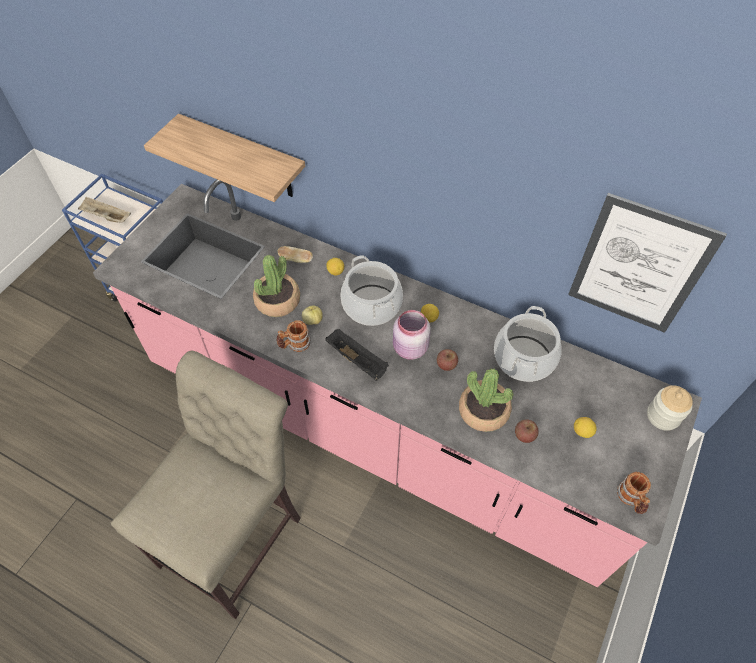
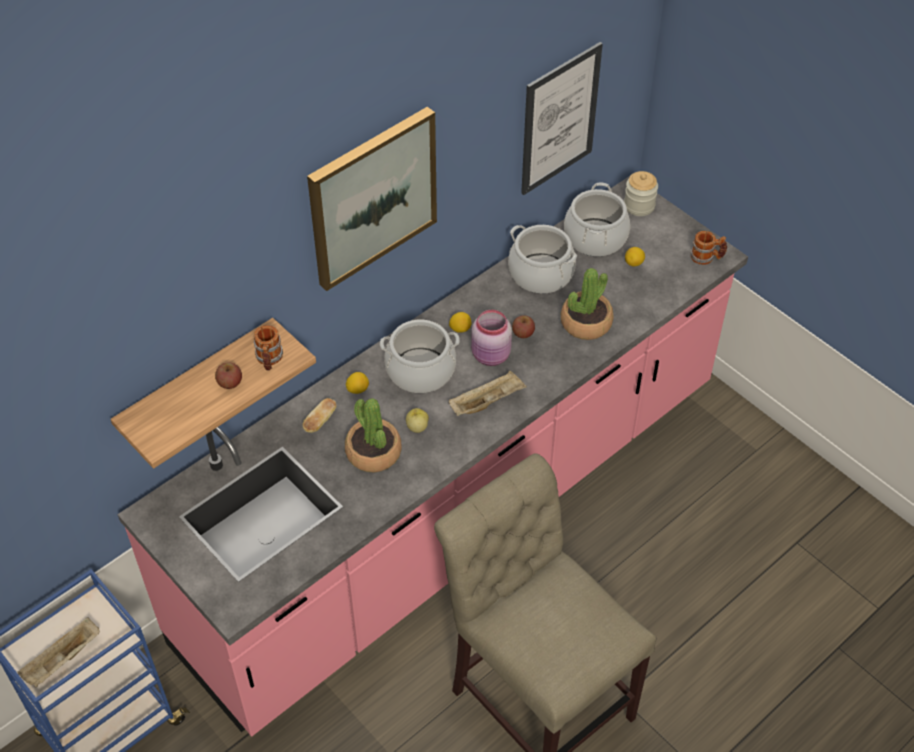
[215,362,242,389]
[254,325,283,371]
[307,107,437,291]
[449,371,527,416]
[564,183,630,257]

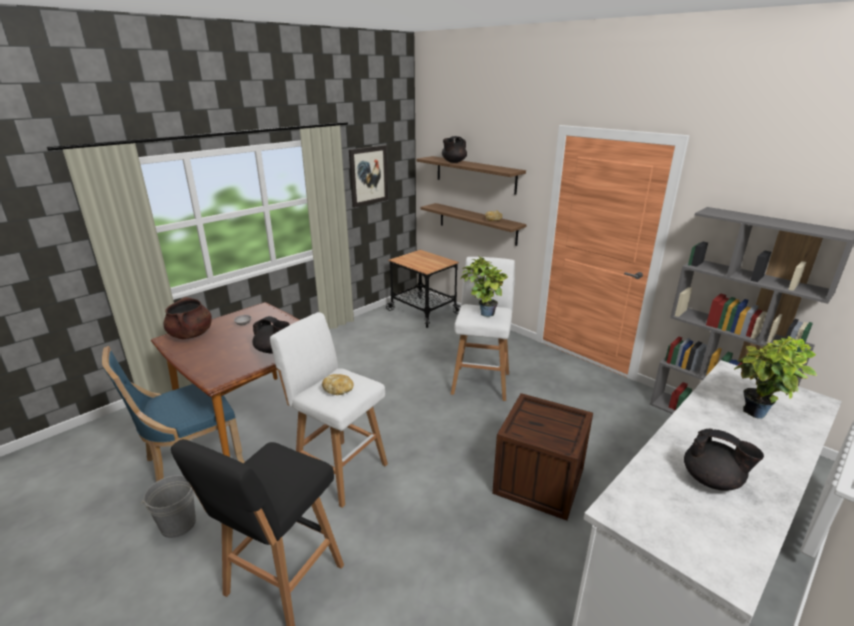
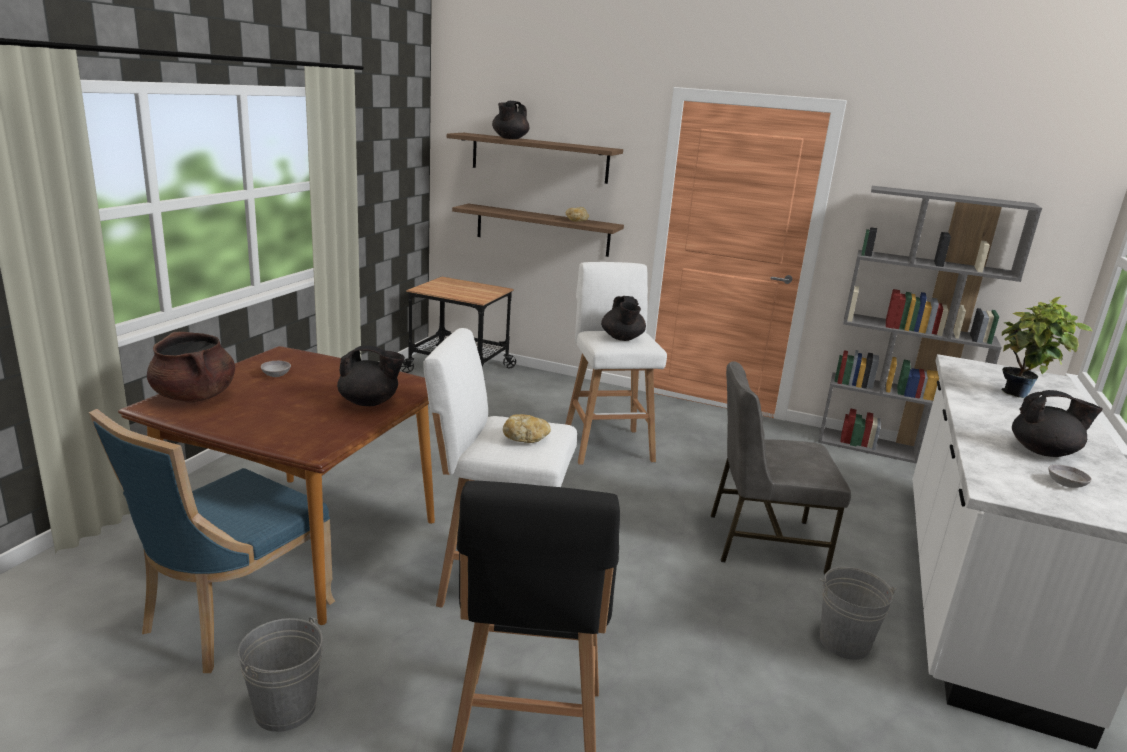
[601,296,646,341]
[711,361,851,575]
[820,567,896,660]
[1048,465,1092,488]
[349,145,388,208] (first image)

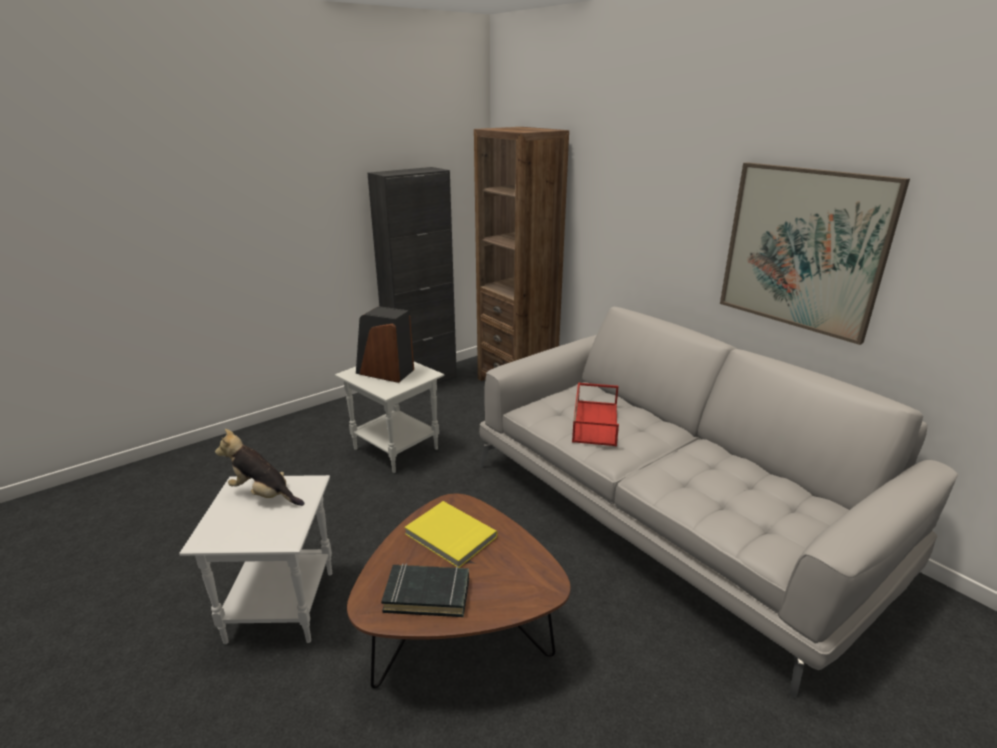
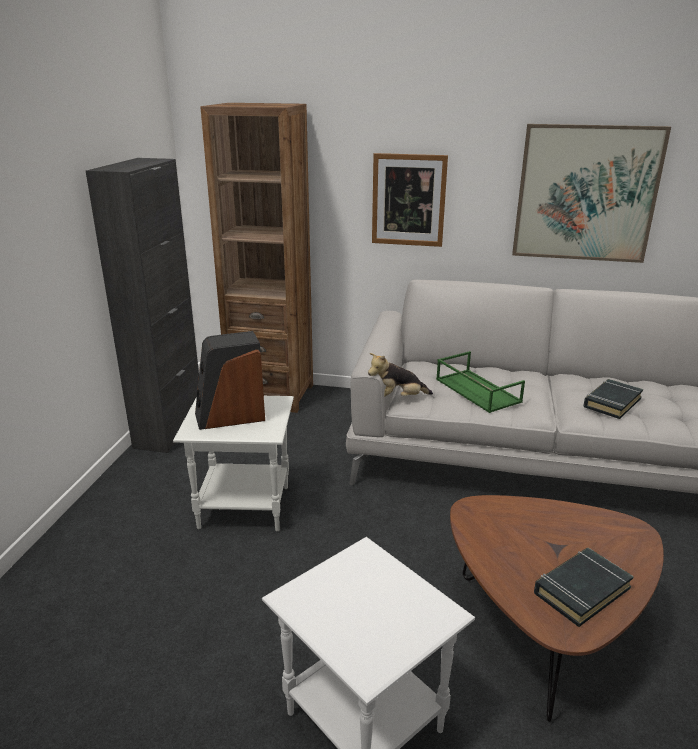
[368,353,433,397]
[372,153,448,247]
[436,351,525,413]
[583,379,643,419]
[405,501,497,568] (first image)

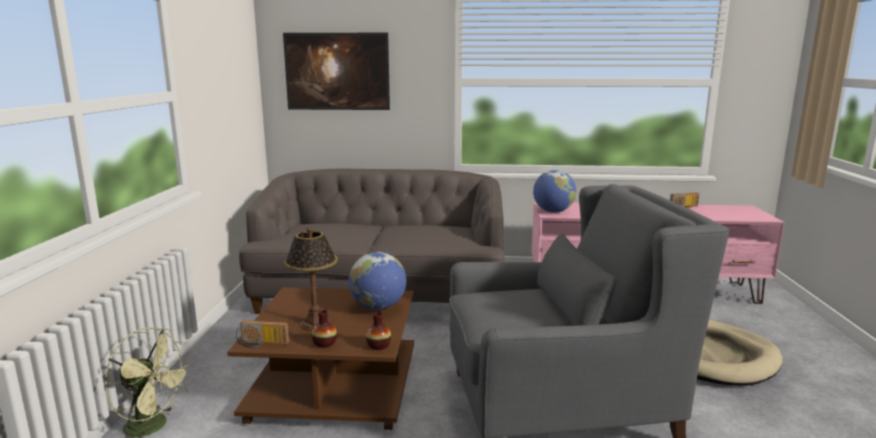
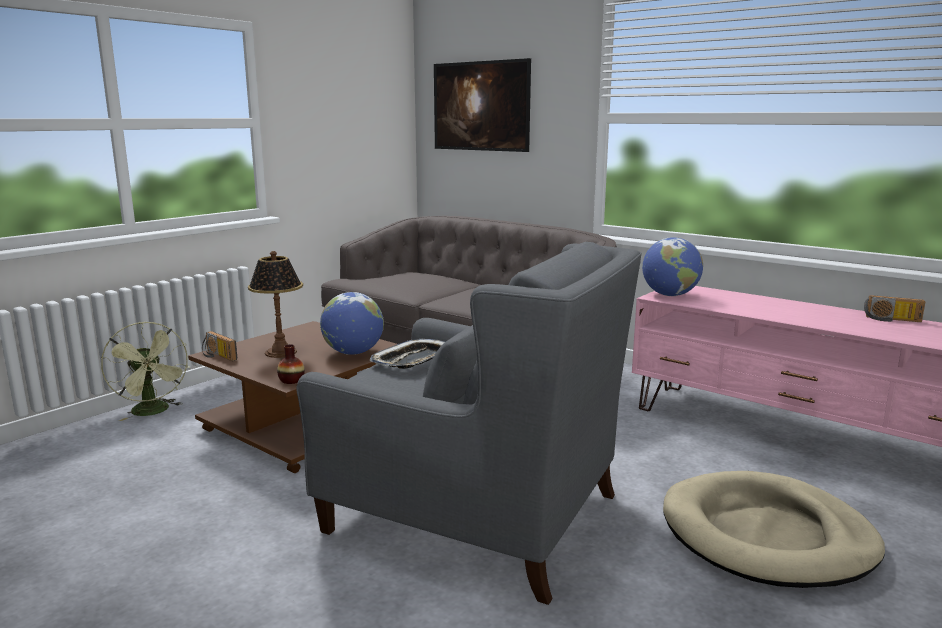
[370,339,445,369]
[311,310,337,348] (first image)

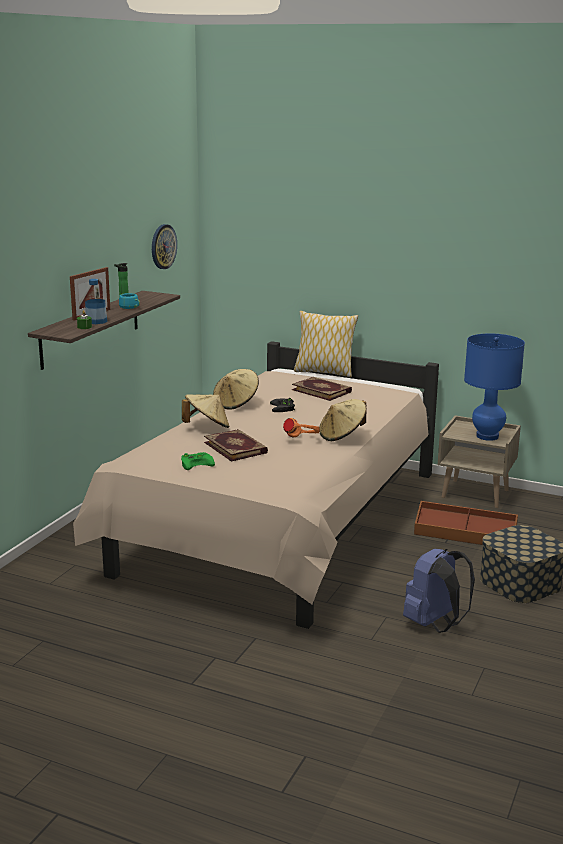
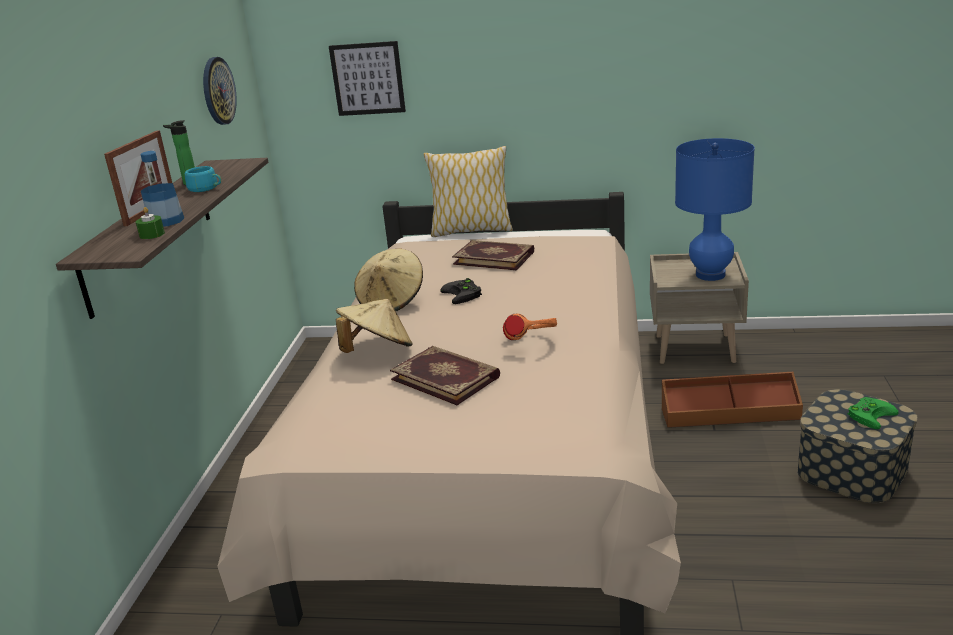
[329,41,406,116]
[847,397,899,429]
[319,399,367,441] (first image)
[403,549,475,633] (first image)

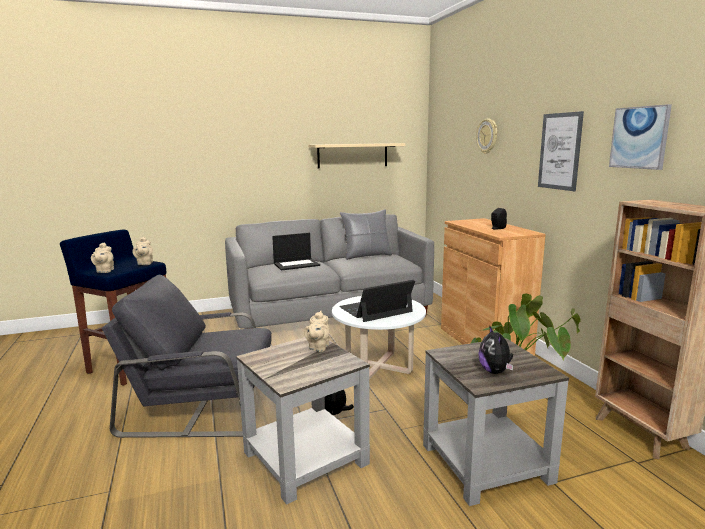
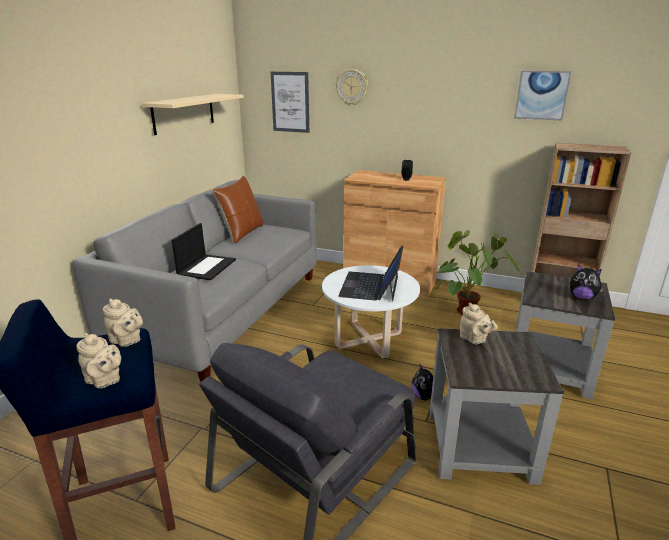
[212,176,263,244]
[271,72,309,133]

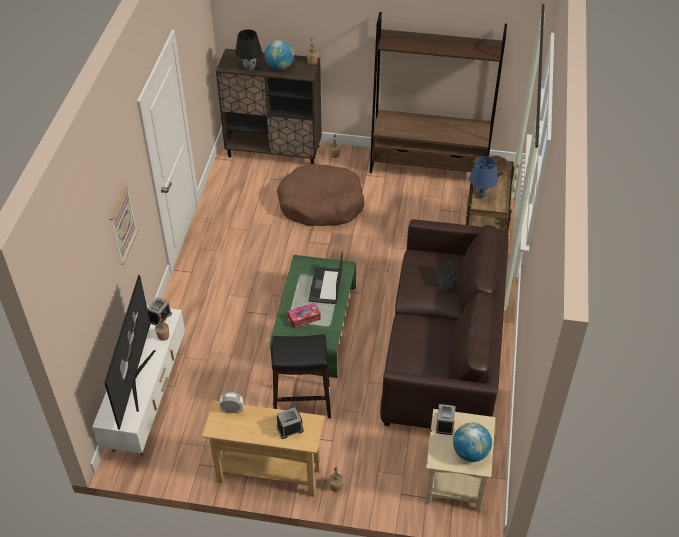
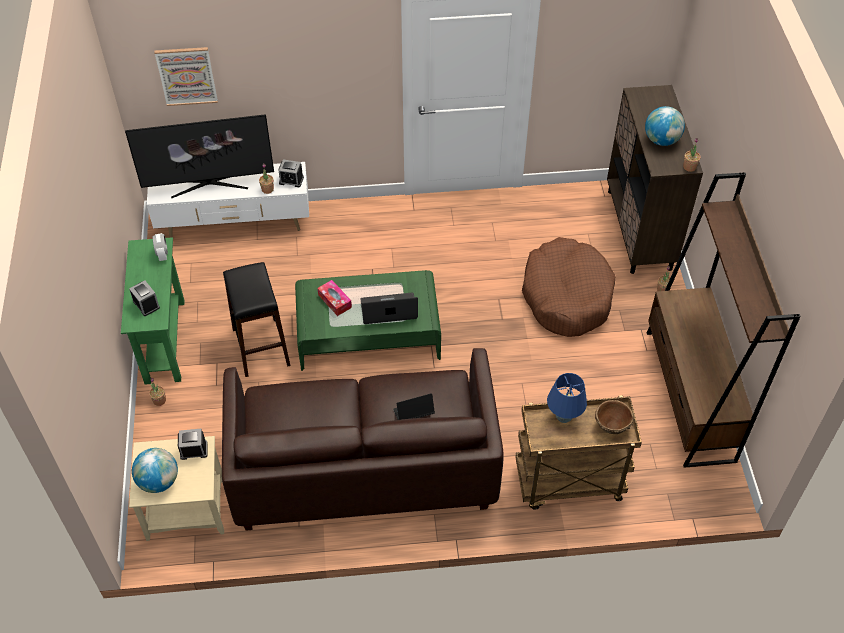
[121,237,185,385]
[154,47,218,106]
[235,29,262,71] (first image)

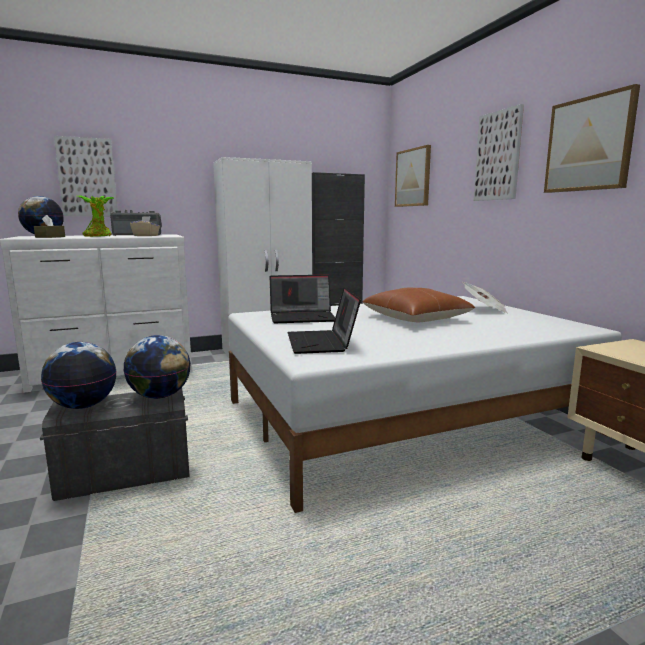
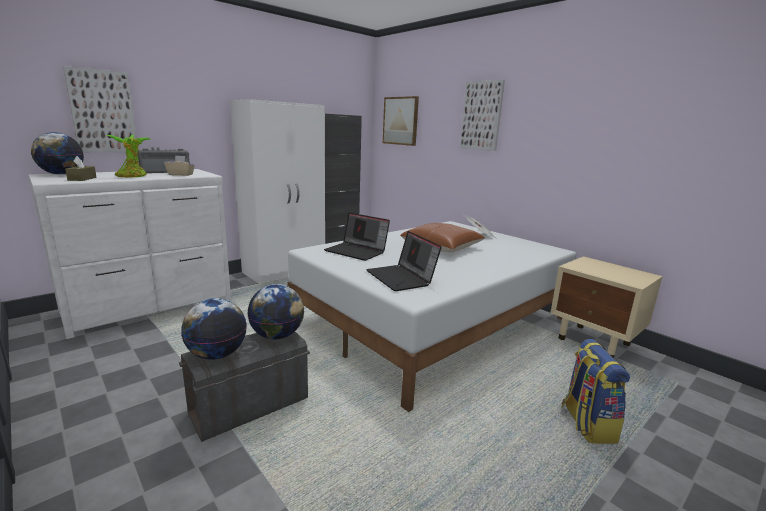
[324,213,390,261]
[561,339,630,444]
[544,84,640,193] (first image)

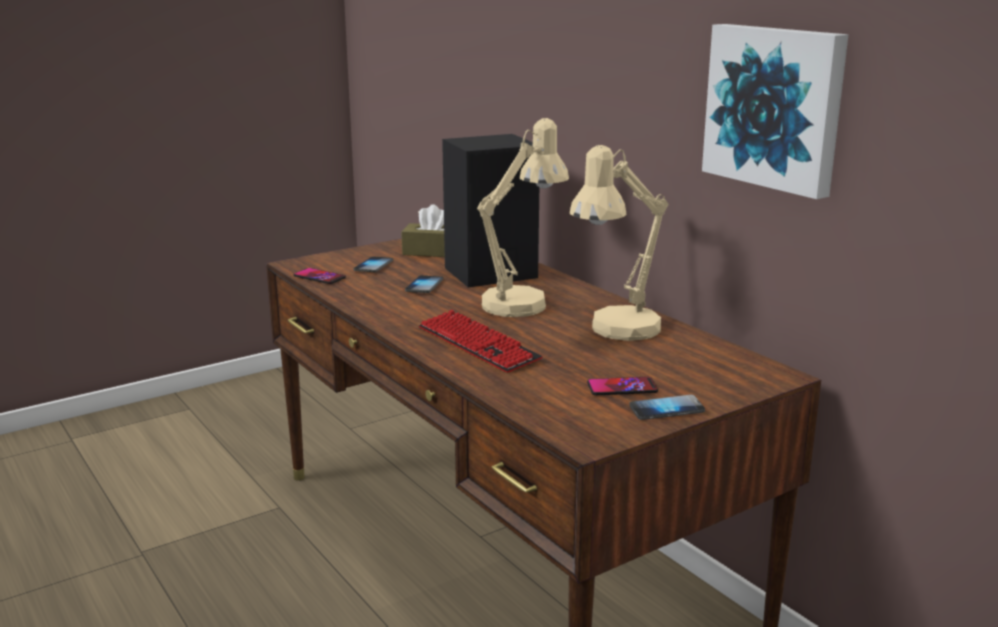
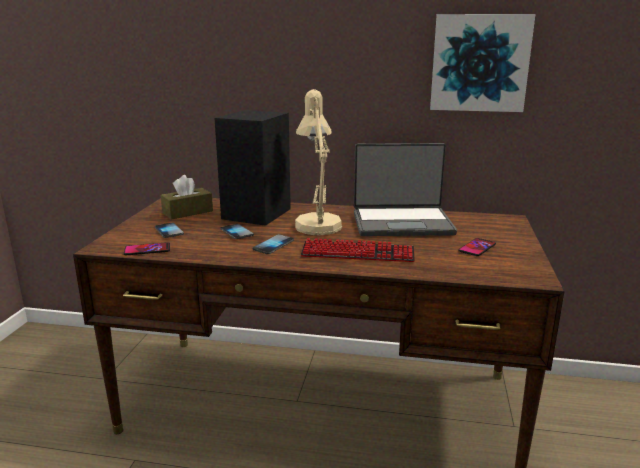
[253,234,294,254]
[354,143,457,236]

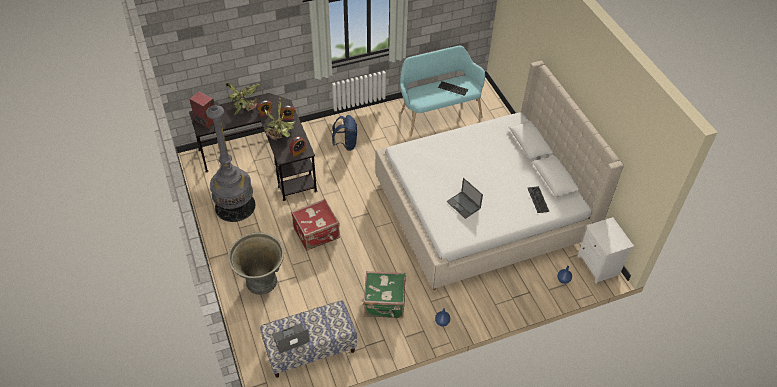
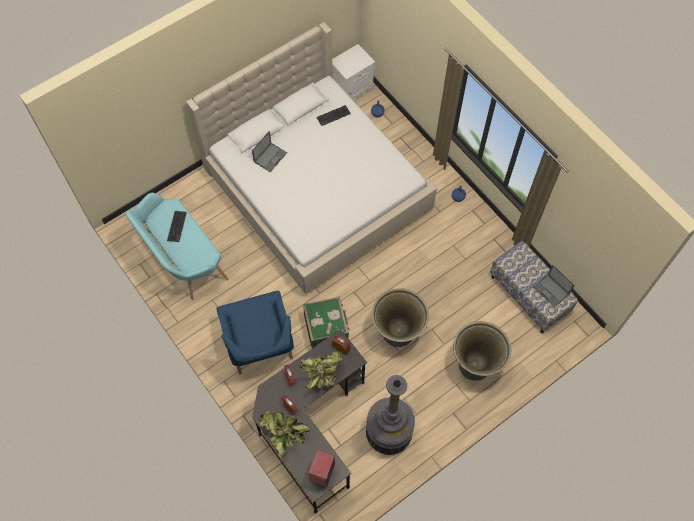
[216,291,294,374]
[252,131,287,172]
[303,297,349,348]
[372,288,429,347]

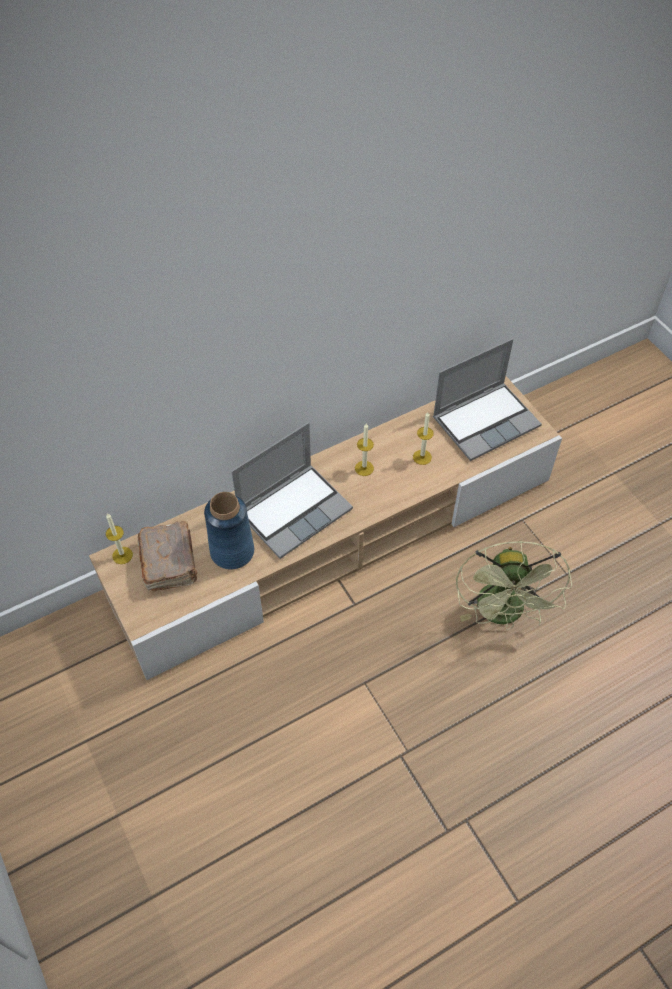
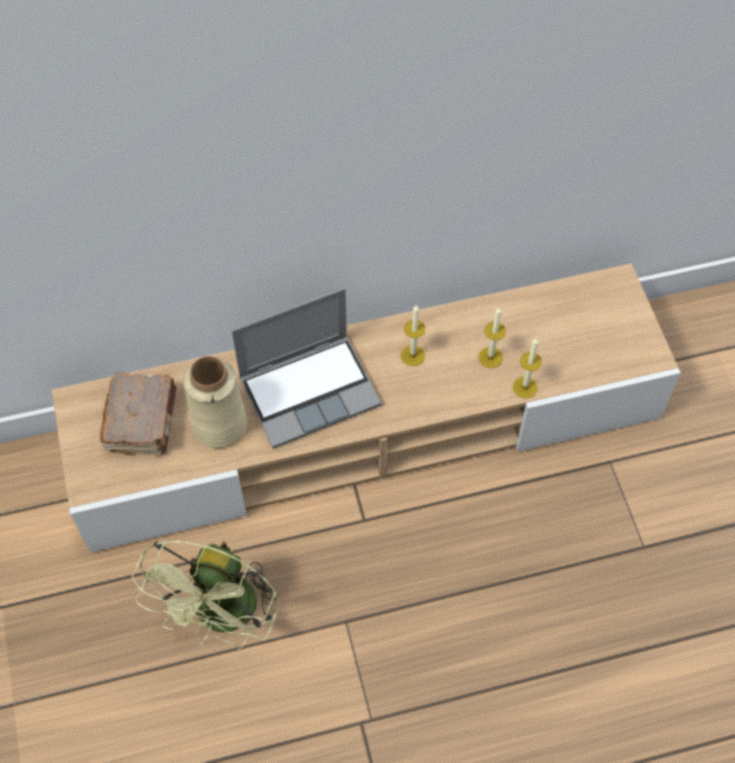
[132,541,280,650]
[183,356,247,448]
[513,339,542,398]
[433,338,542,461] (first image)

